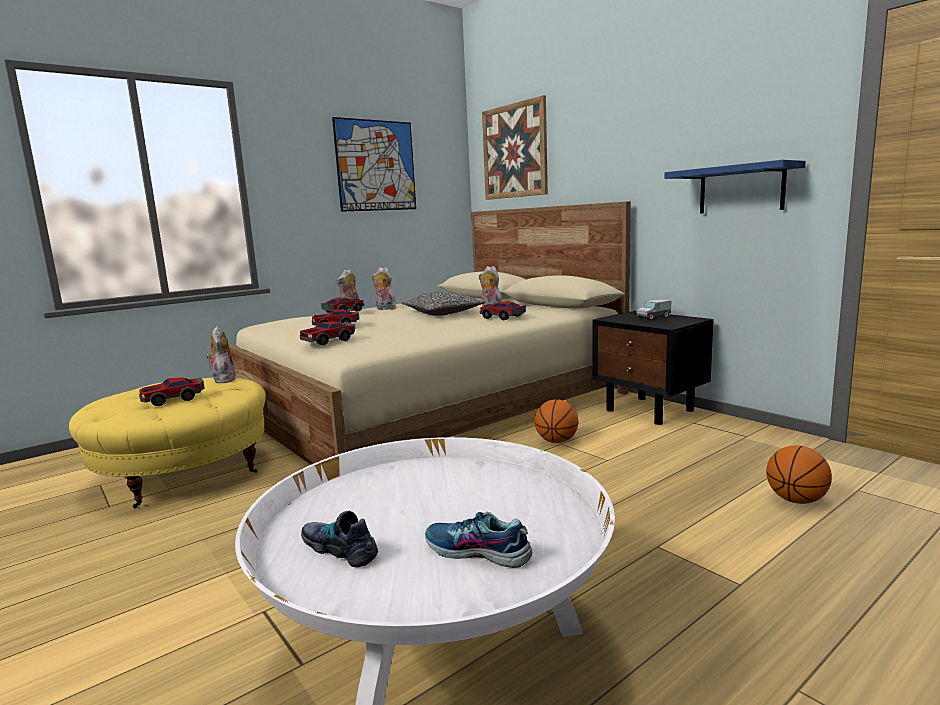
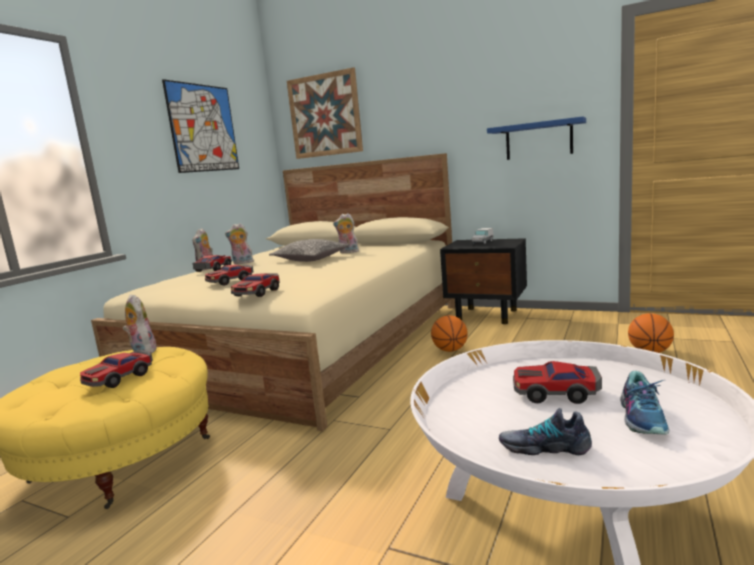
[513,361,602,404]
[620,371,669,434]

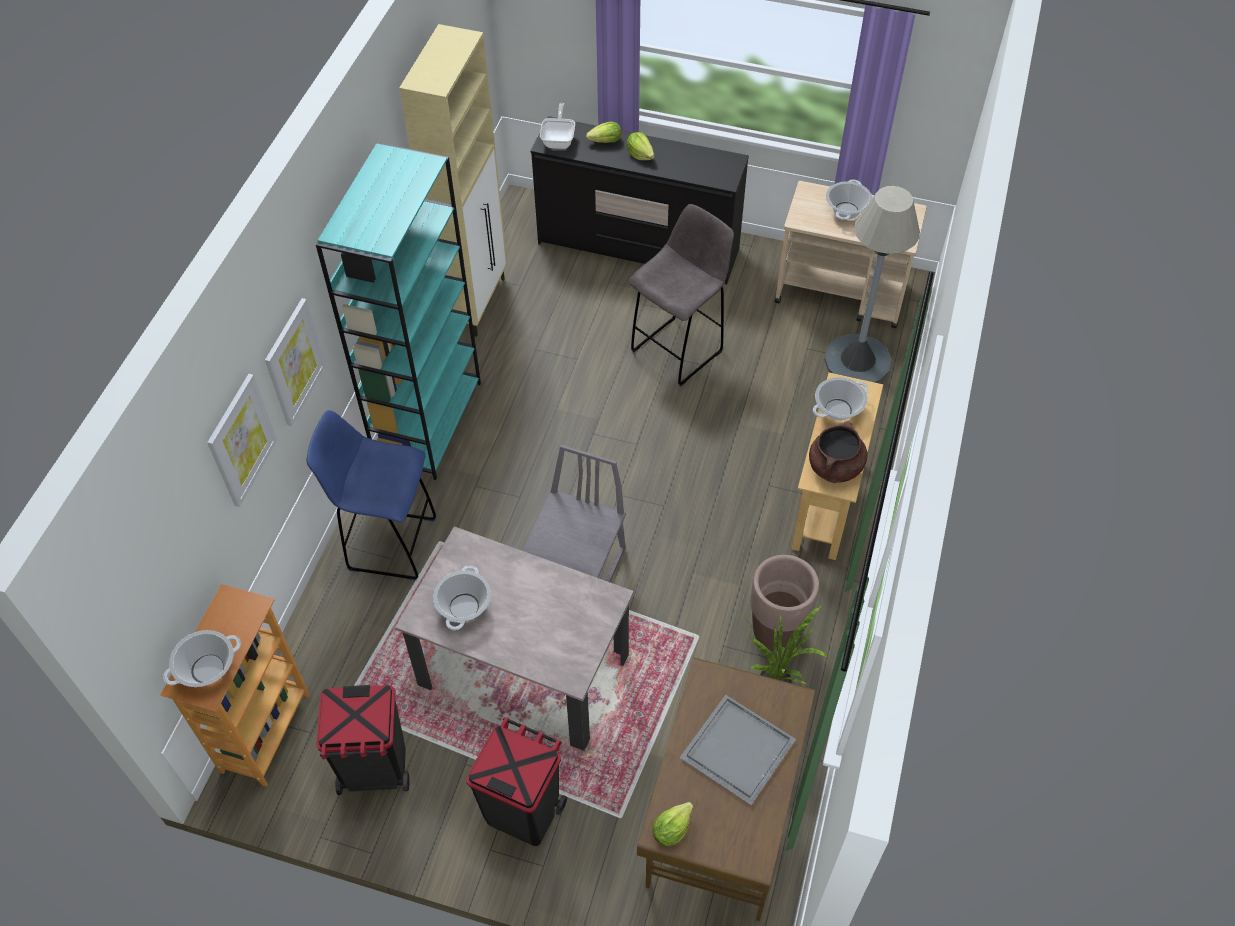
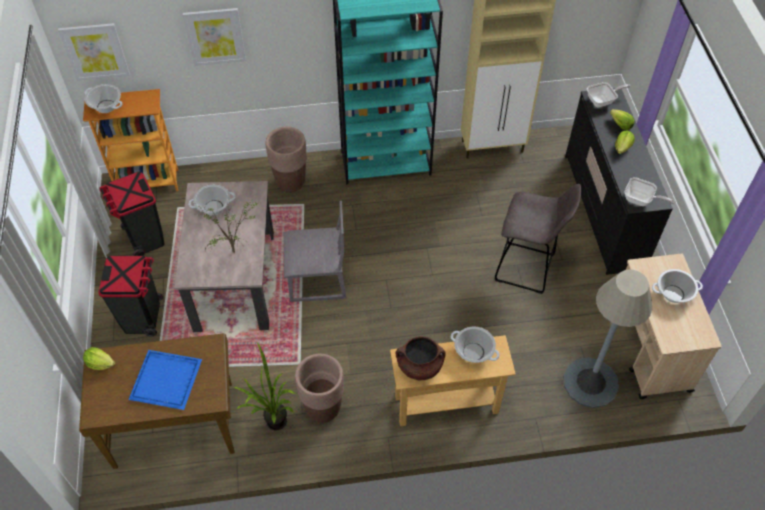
[58,23,130,81]
[128,350,202,410]
[195,200,260,253]
[265,127,307,192]
[624,177,675,206]

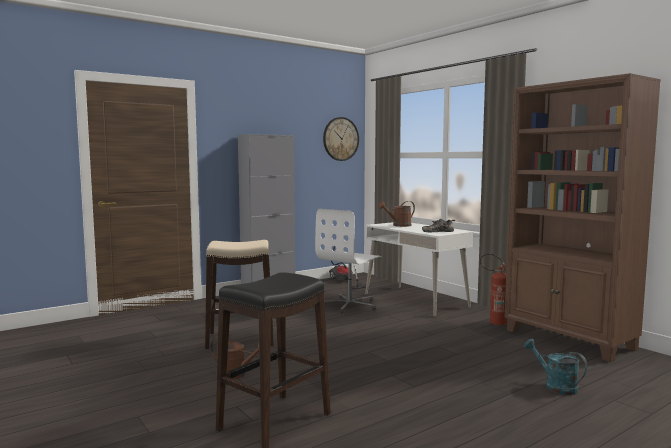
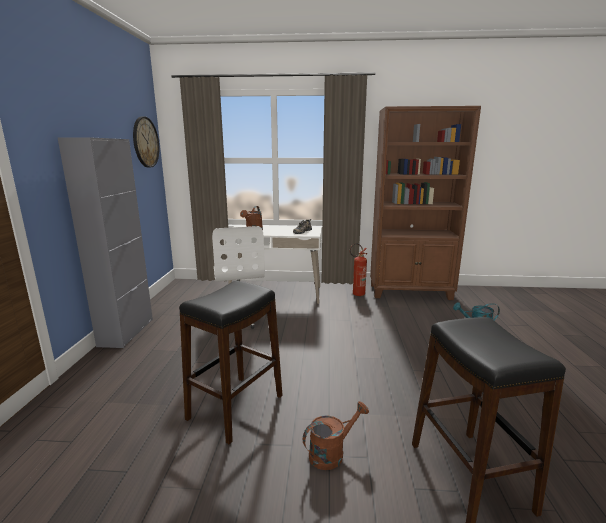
[179,281,283,444]
[329,246,370,289] (first image)

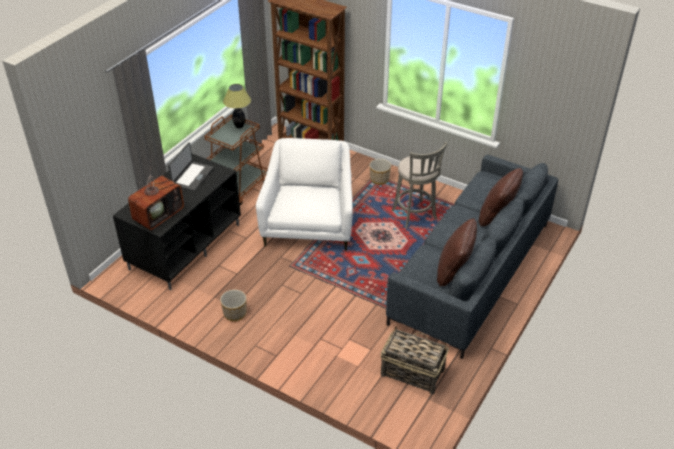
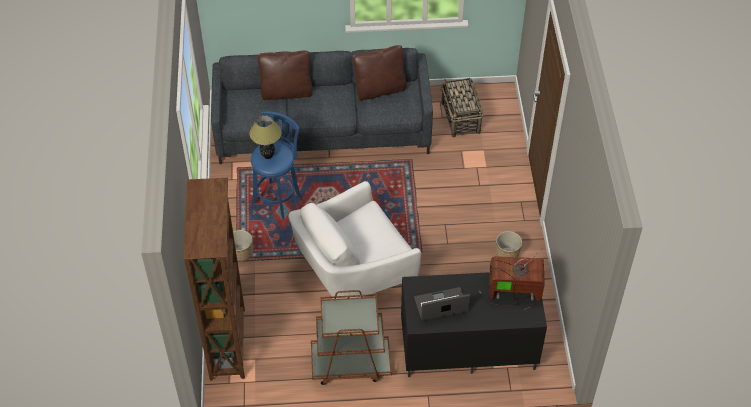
[249,115,282,159]
[251,111,302,220]

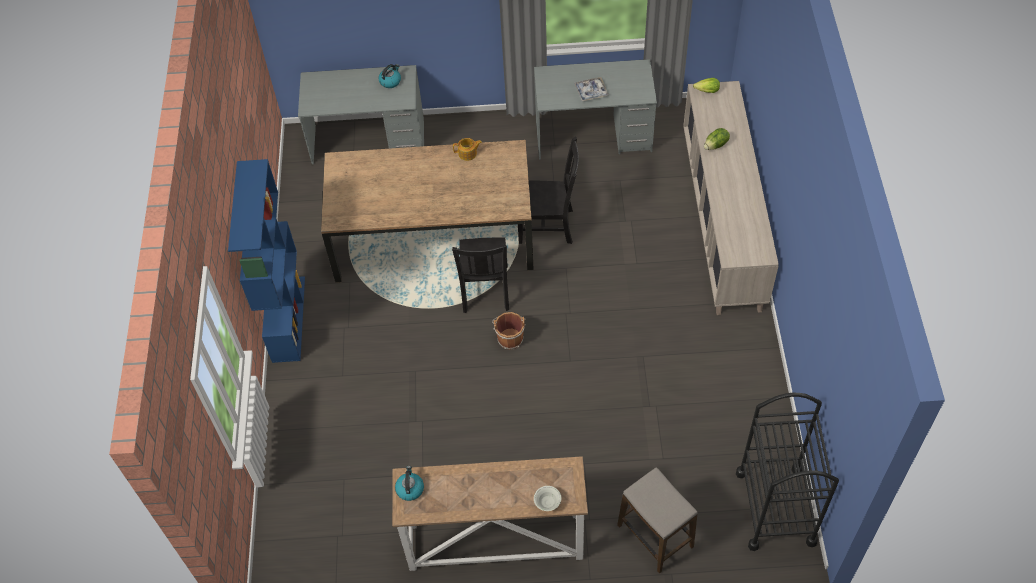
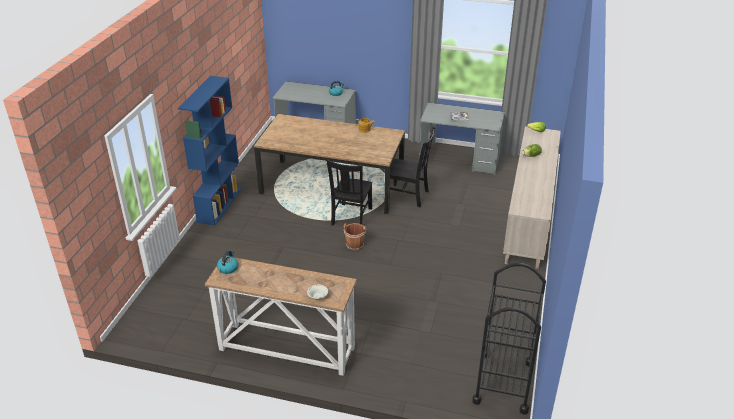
[617,468,697,574] (first image)

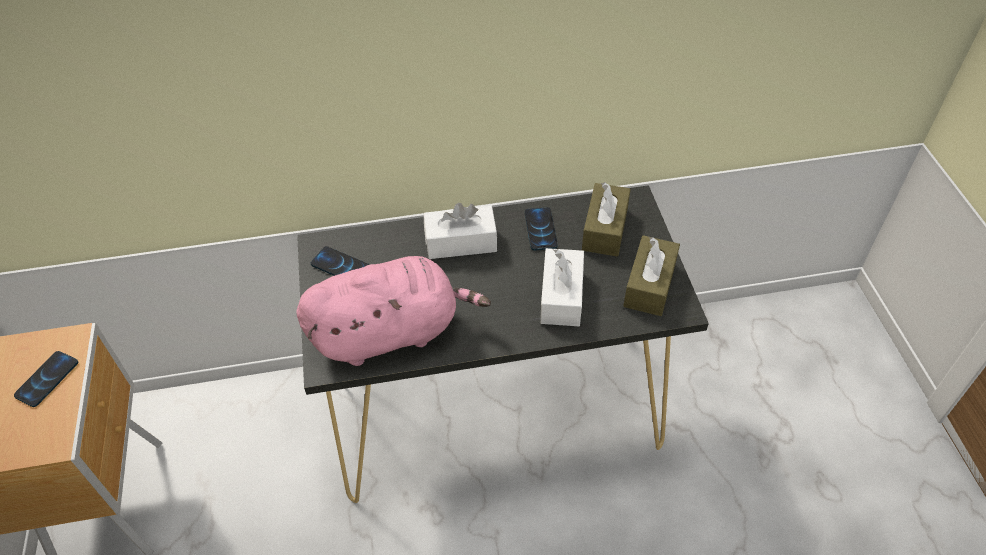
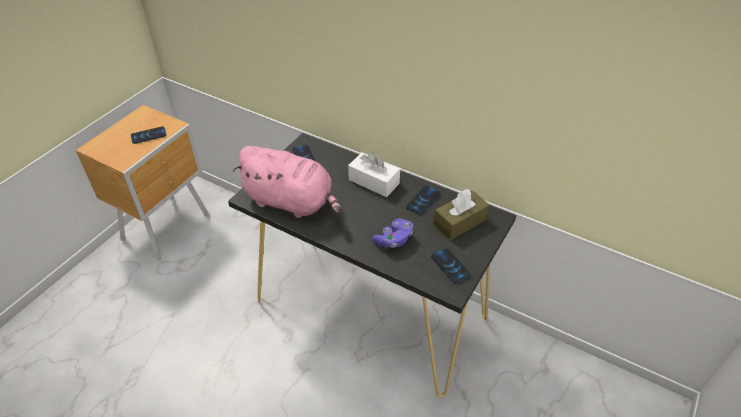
[372,218,413,248]
[431,248,471,284]

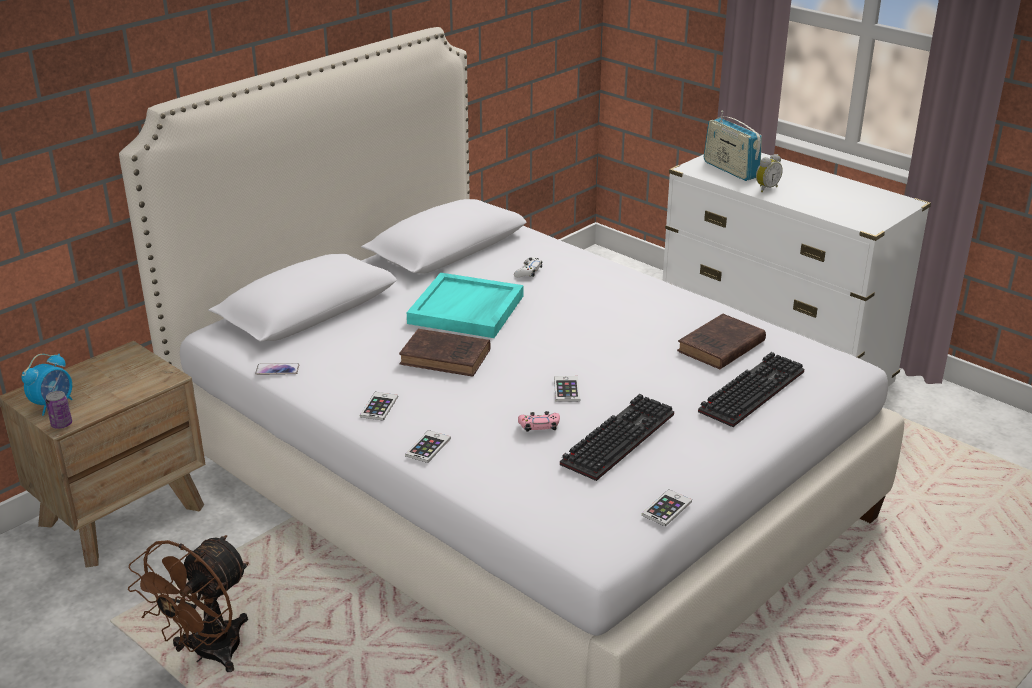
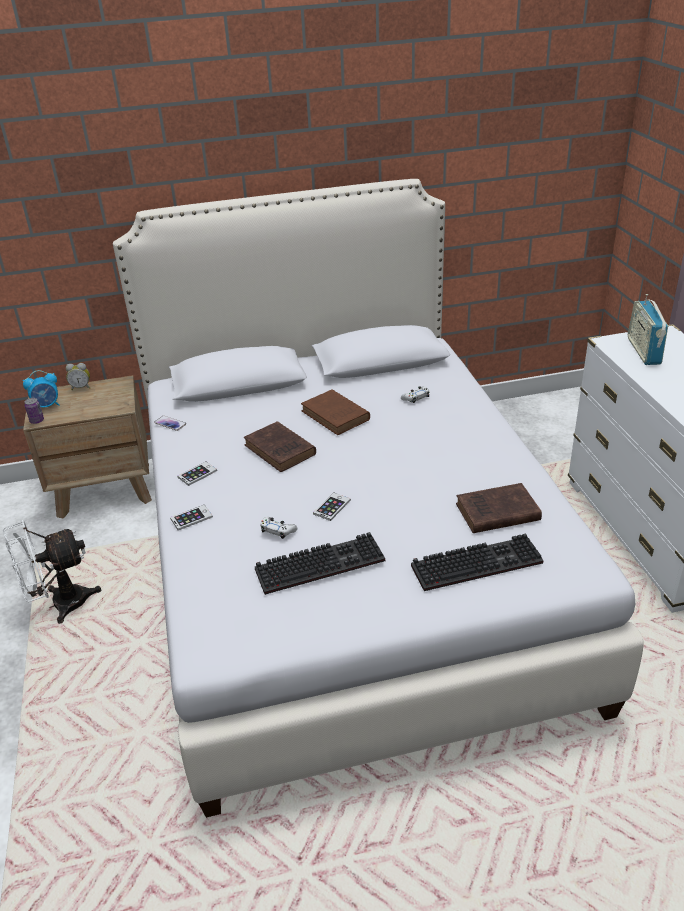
[3,520,101,624]
[66,363,90,390]
[260,517,297,539]
[301,389,370,435]
[642,489,692,527] (first image)

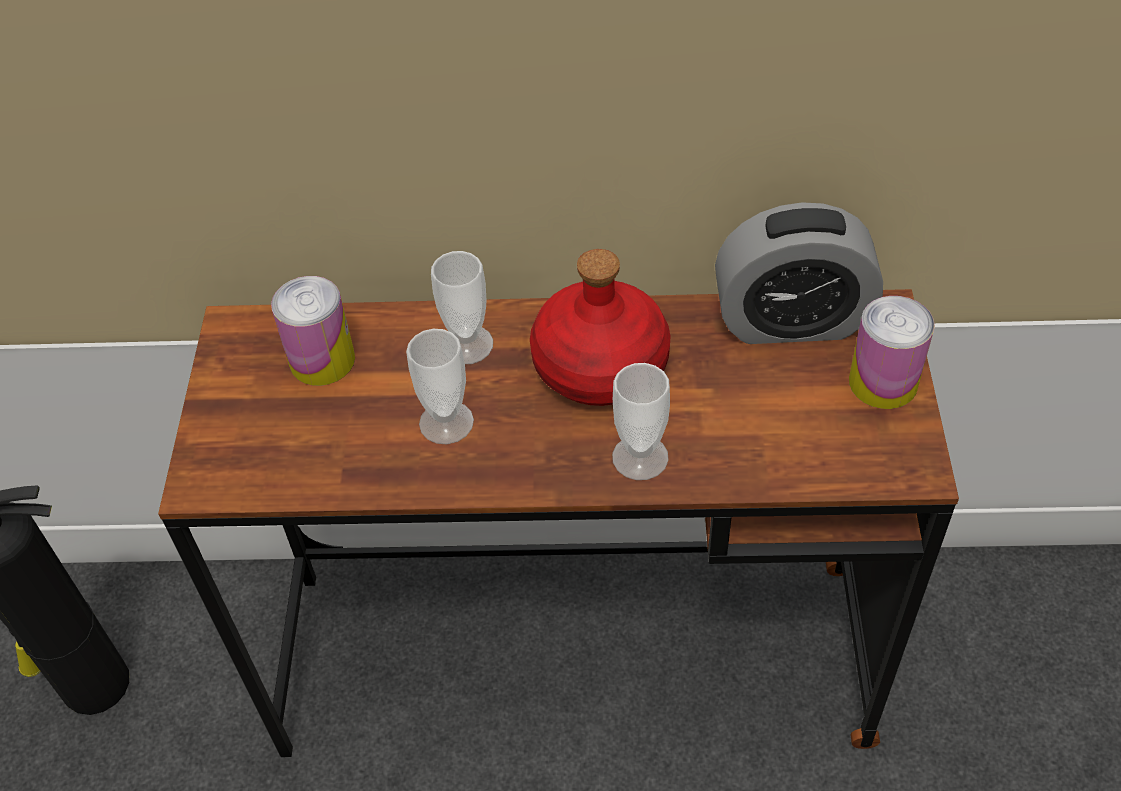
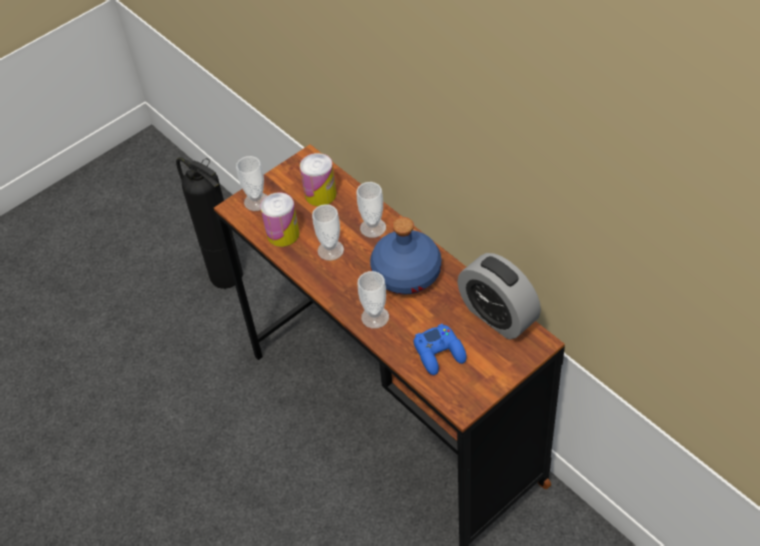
[236,156,268,211]
[260,192,300,247]
[370,217,441,295]
[414,323,467,375]

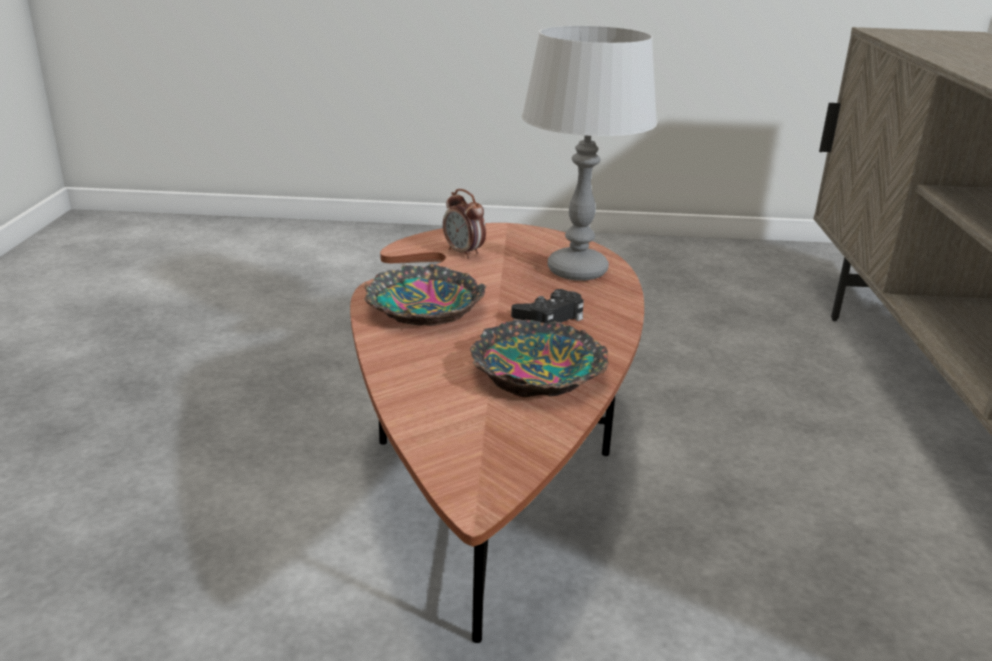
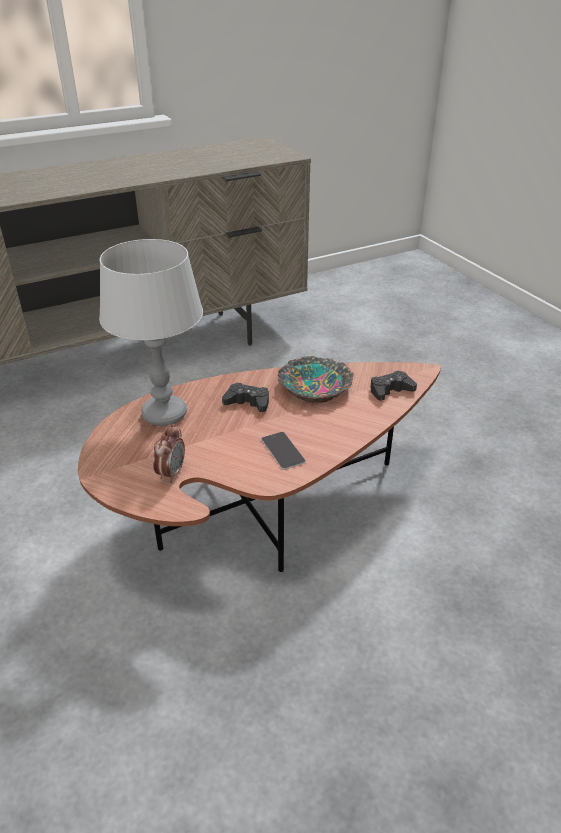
[261,432,306,470]
[370,370,417,401]

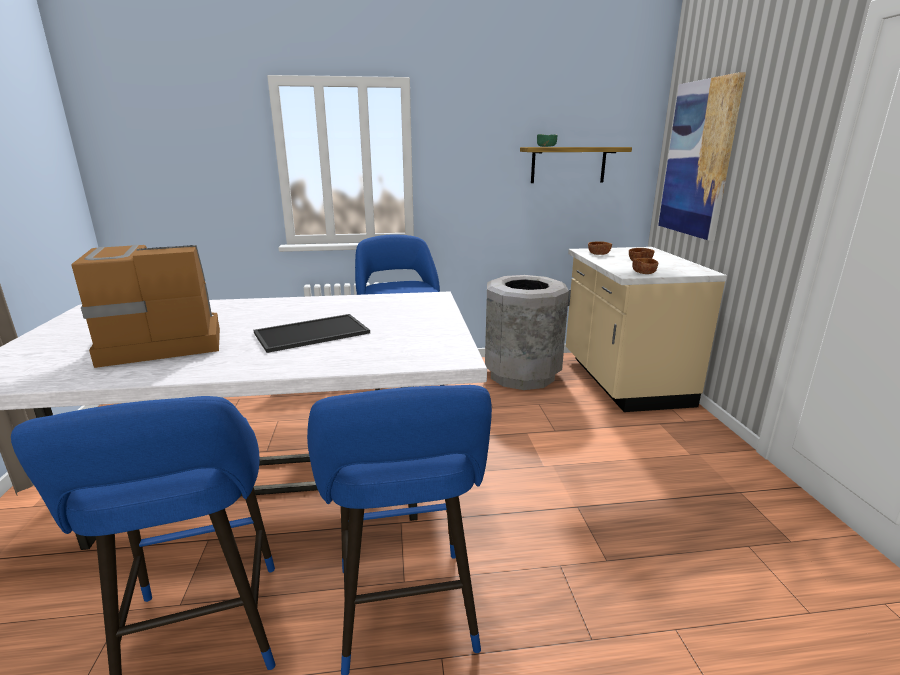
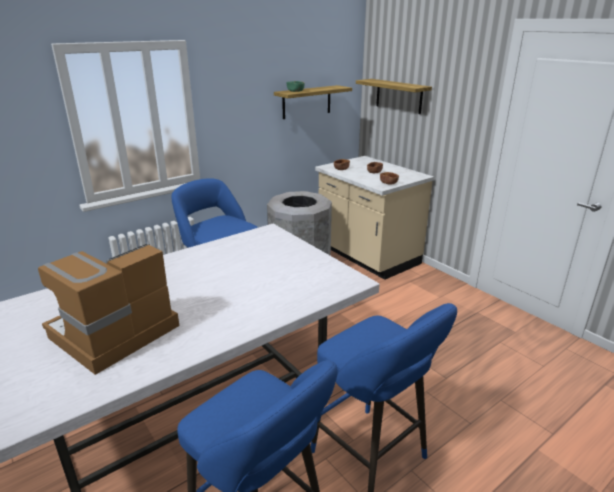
[356,79,432,114]
[253,314,370,353] (first image)

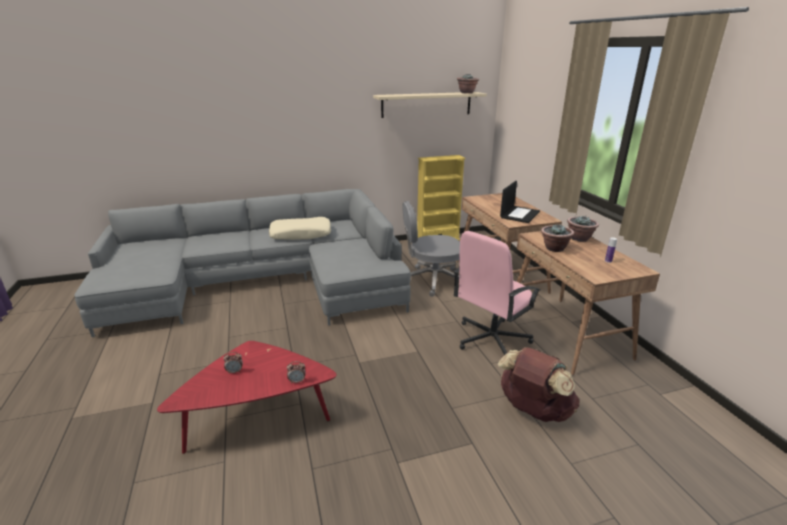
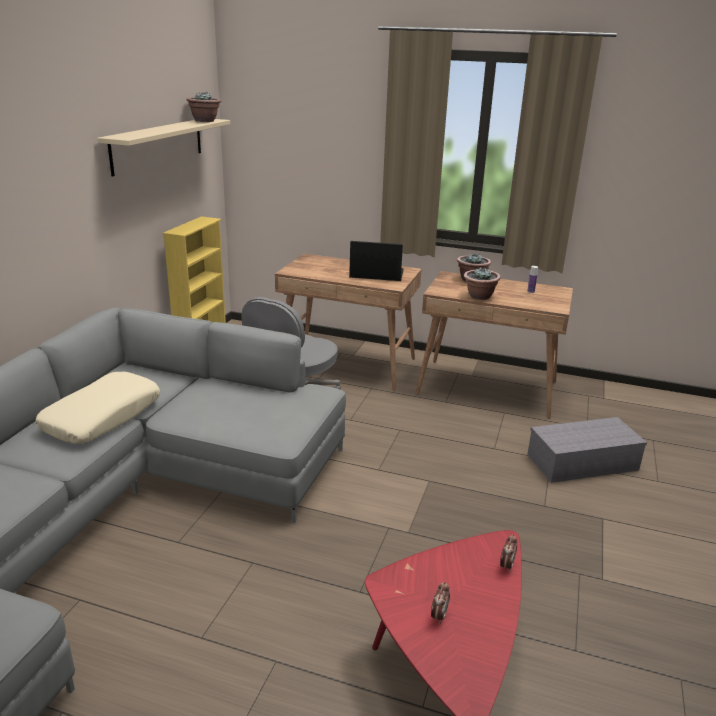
[349,241,404,281]
[527,417,647,483]
[453,231,541,355] (first image)

